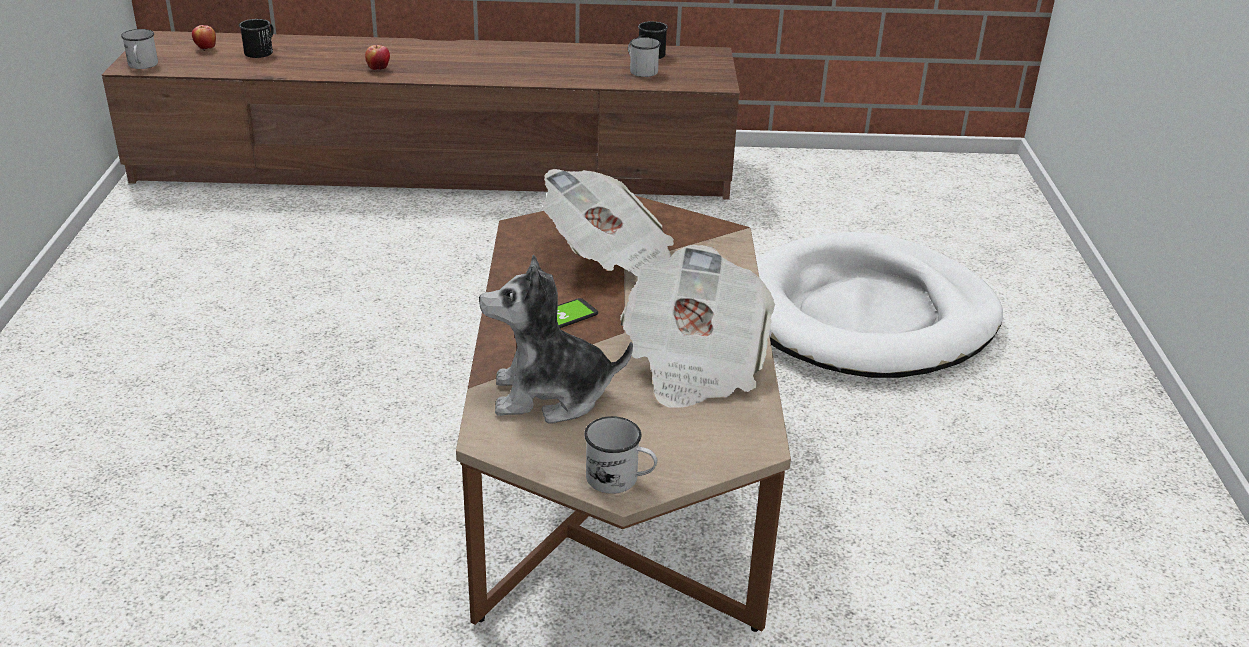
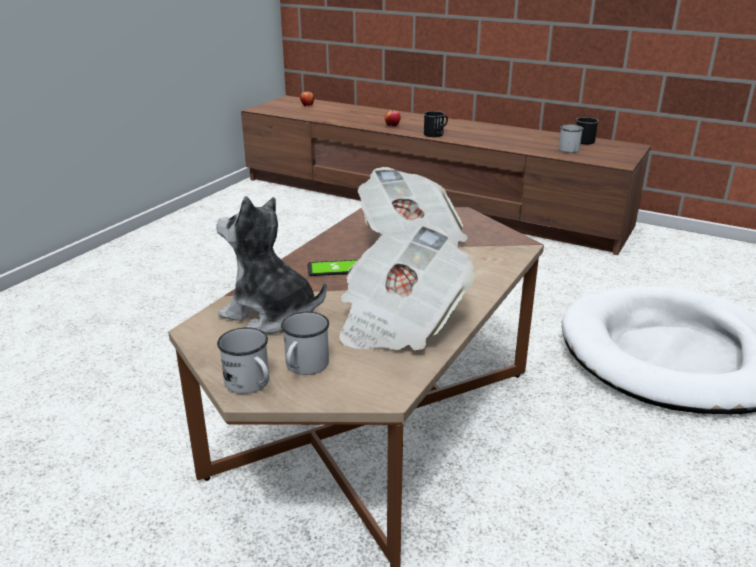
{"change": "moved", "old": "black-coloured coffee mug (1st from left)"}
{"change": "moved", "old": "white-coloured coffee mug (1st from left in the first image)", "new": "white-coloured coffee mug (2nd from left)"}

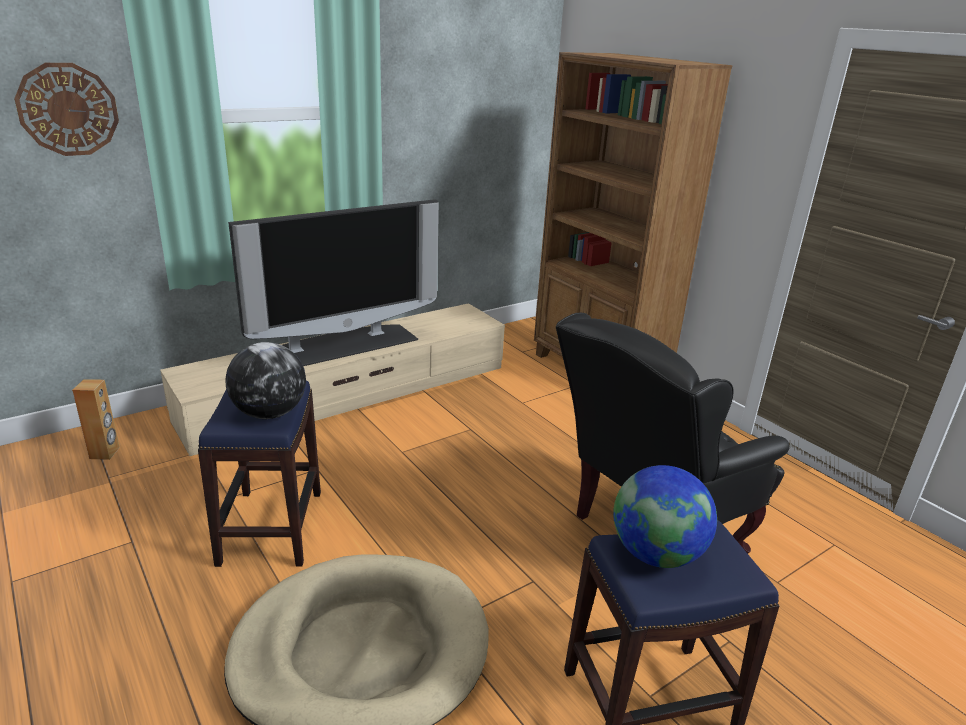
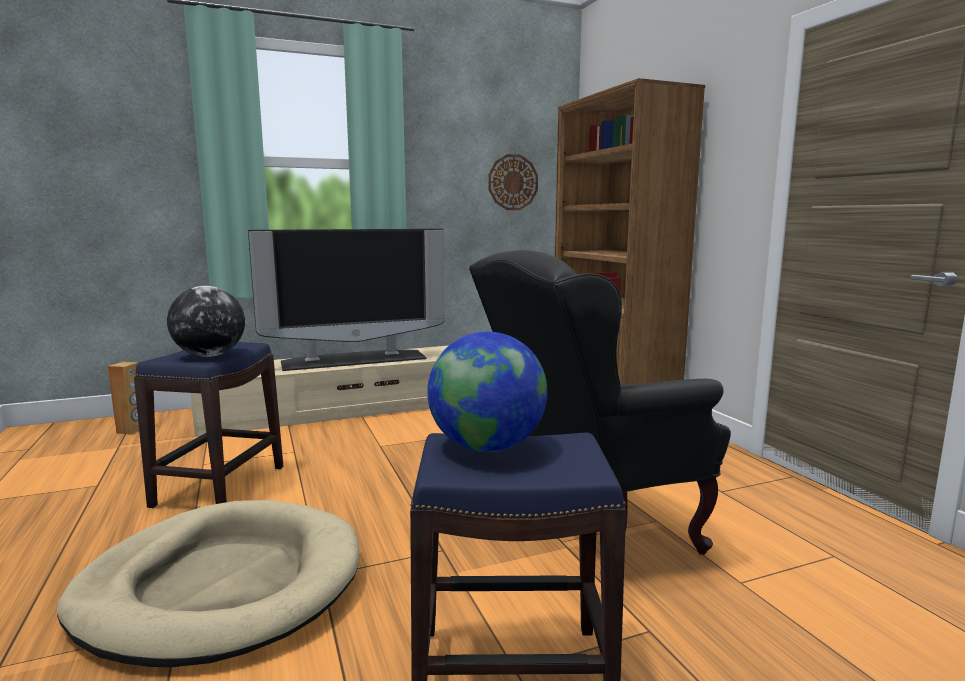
{"change": "moved", "old": "wall clock"}

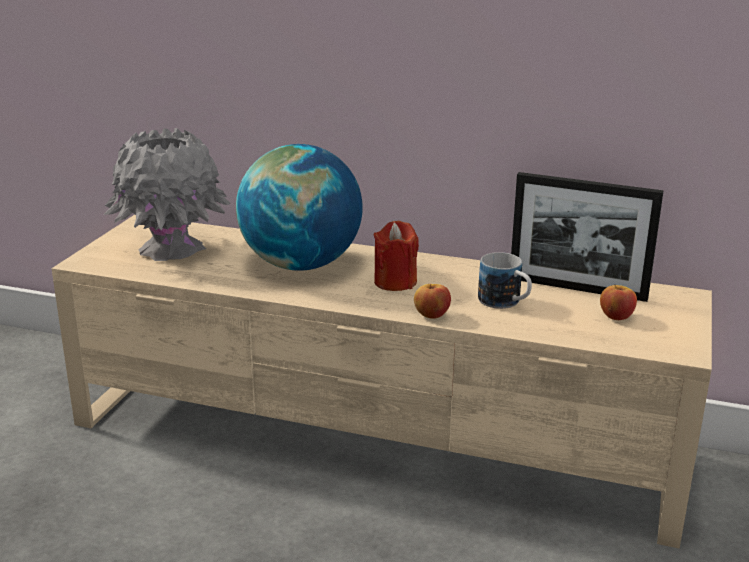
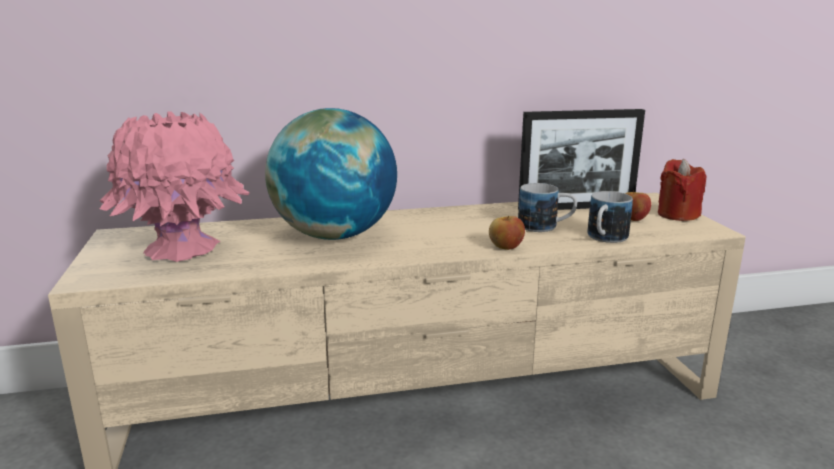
{"change": "recoloured", "old": "greyish decorative vase", "new": "pinkish decorative vase"}
{"change": "moved", "old": "reddish wax light"}
{"change": "added", "new": "coffee mug (2nd from left)"}

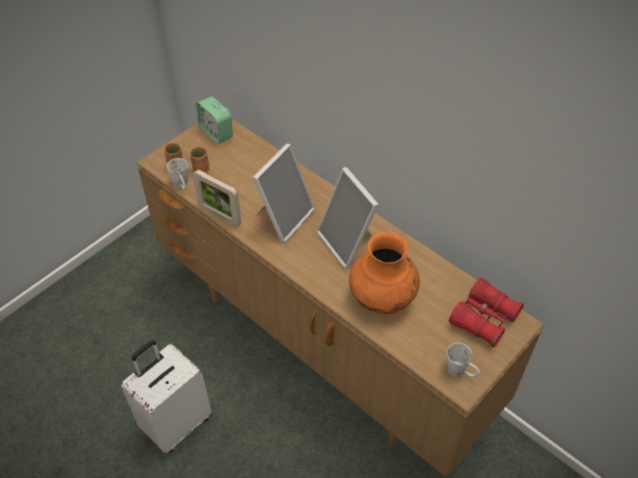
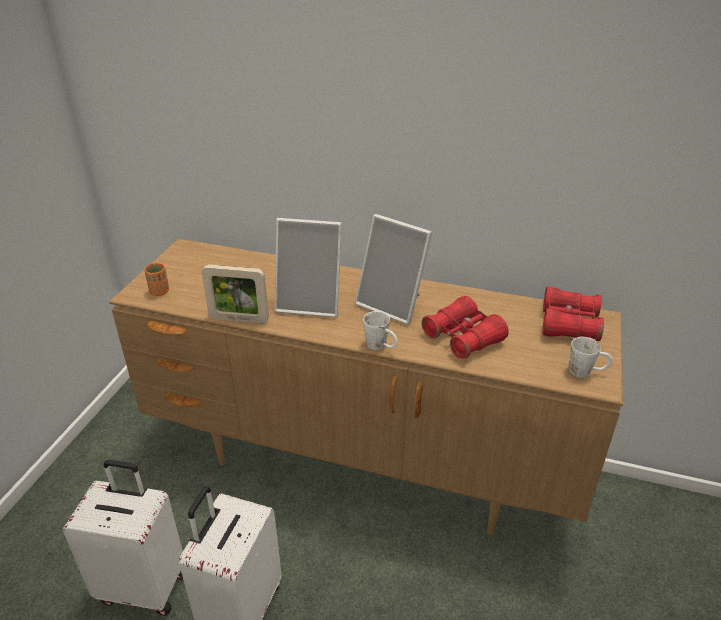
{"change": "removed", "old": "bedside clock"}
{"change": "turned", "old": "photo frame (2nd from left)", "degrees": 90}
{"change": "removed", "old": "orange-coloured small cup (2nd from left)"}
{"change": "moved", "old": "white-coloured coffee mug (1st from left)"}
{"change": "replaced", "old": "orange-coloured decorative vase", "new": "reddish field glasses (1st from left)"}
{"change": "added", "new": "white-coloured piece of luggage (1st from left)"}

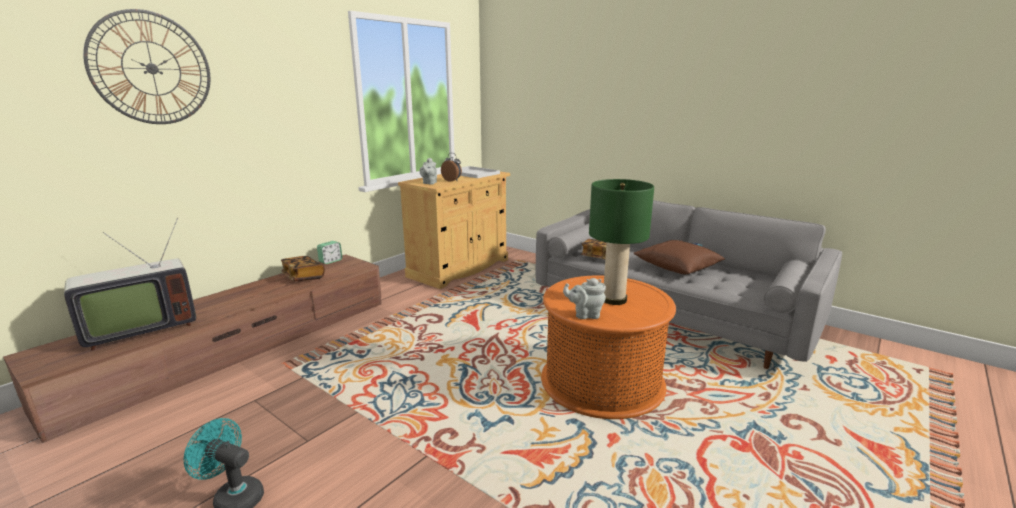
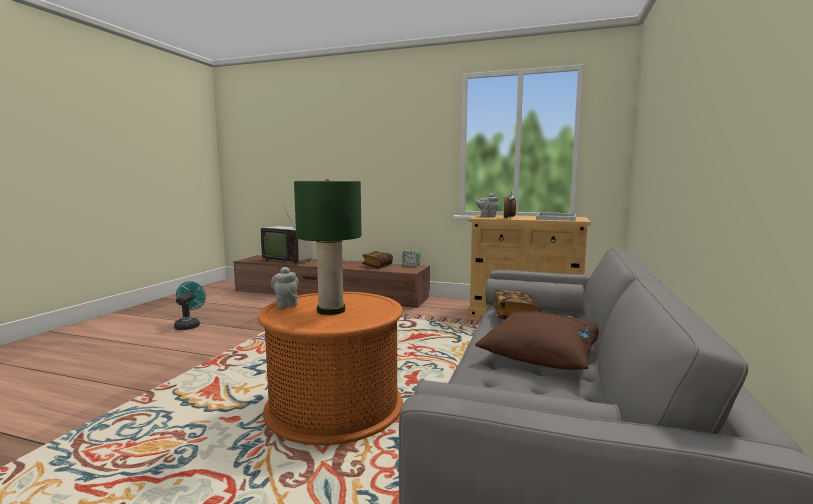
{"change": "removed", "old": "wall clock"}

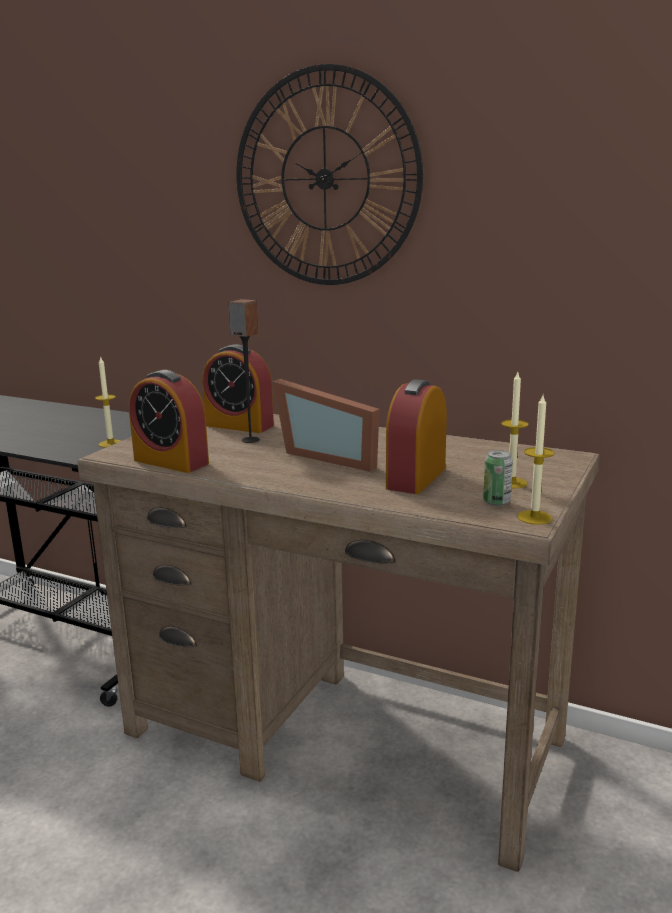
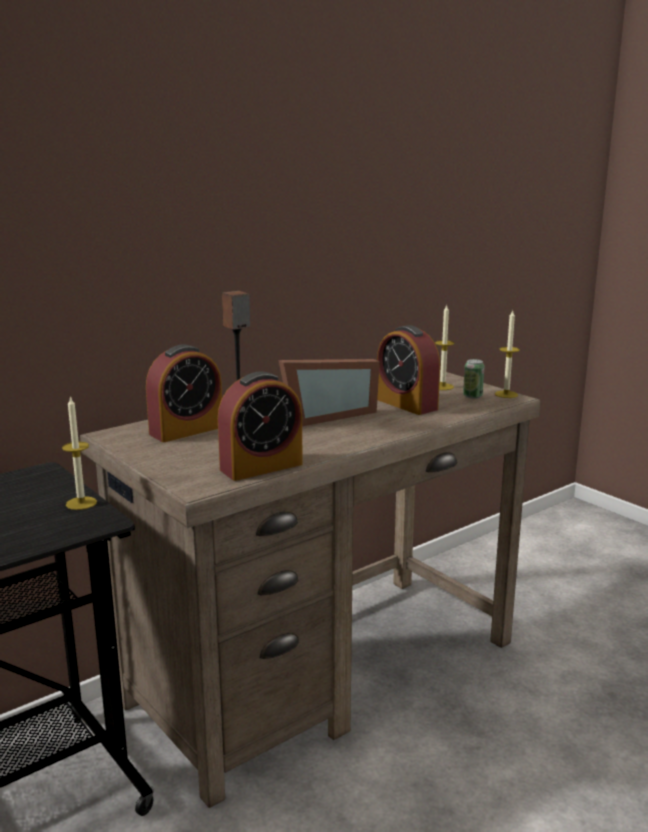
{"change": "removed", "old": "wall clock"}

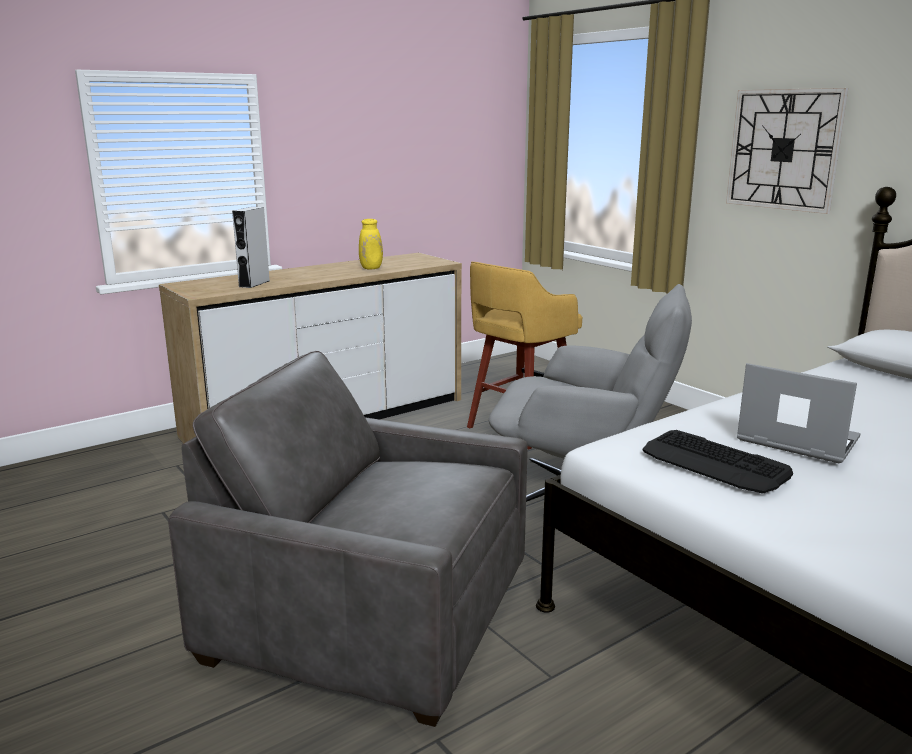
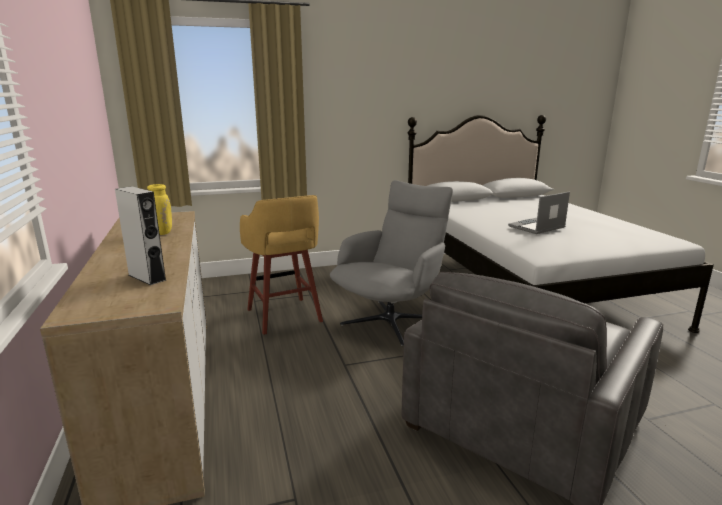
{"change": "removed", "old": "wall clock"}
{"change": "removed", "old": "PC keyboard"}

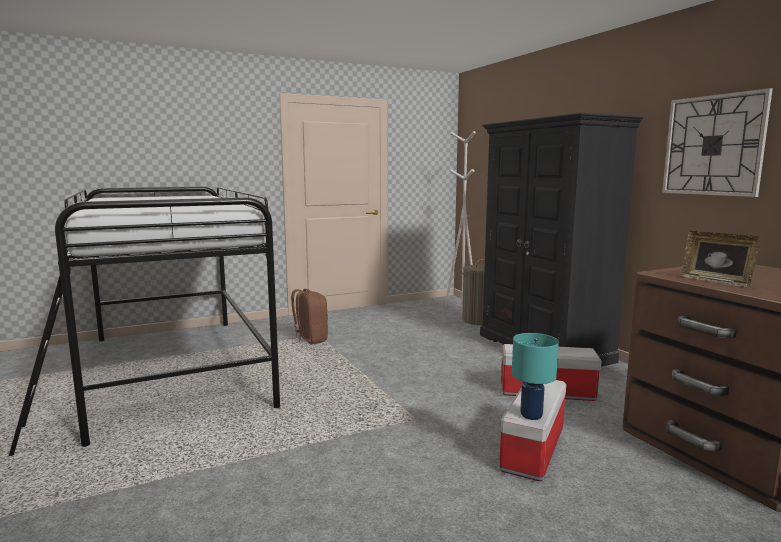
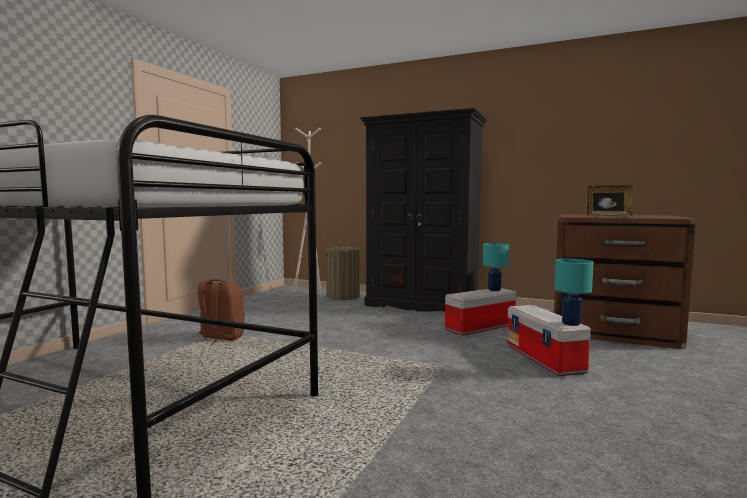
{"change": "removed", "old": "wall clock"}
{"change": "added", "new": "turquoise-coloured tabletop lamp (1st from left)"}

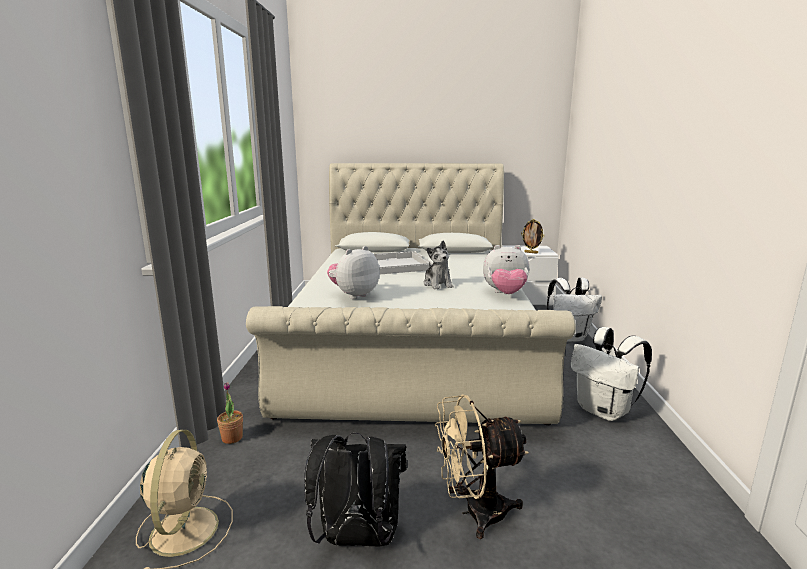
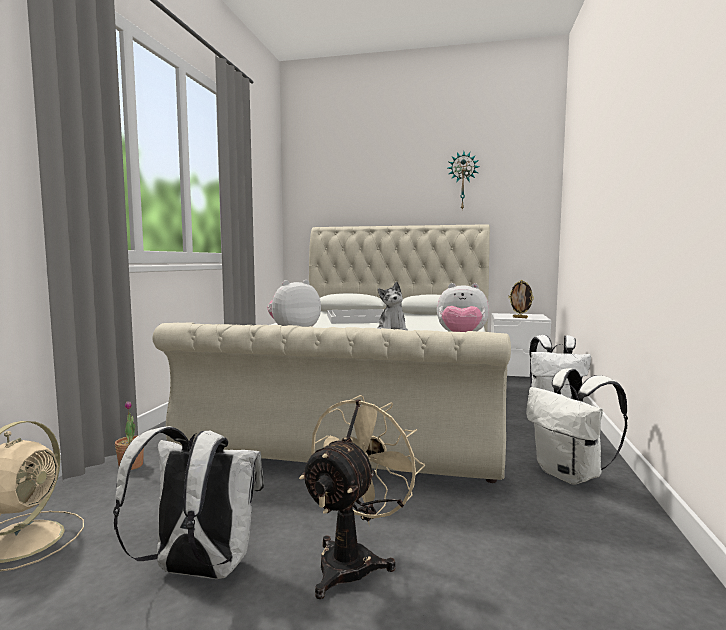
{"change": "turned", "old": "beige cooling fan (2nd from left)", "degrees": 120}
{"change": "recoloured", "old": "black-coloured knapsack", "new": "white-coloured knapsack (1st from left)"}
{"change": "added", "new": "wall clock"}

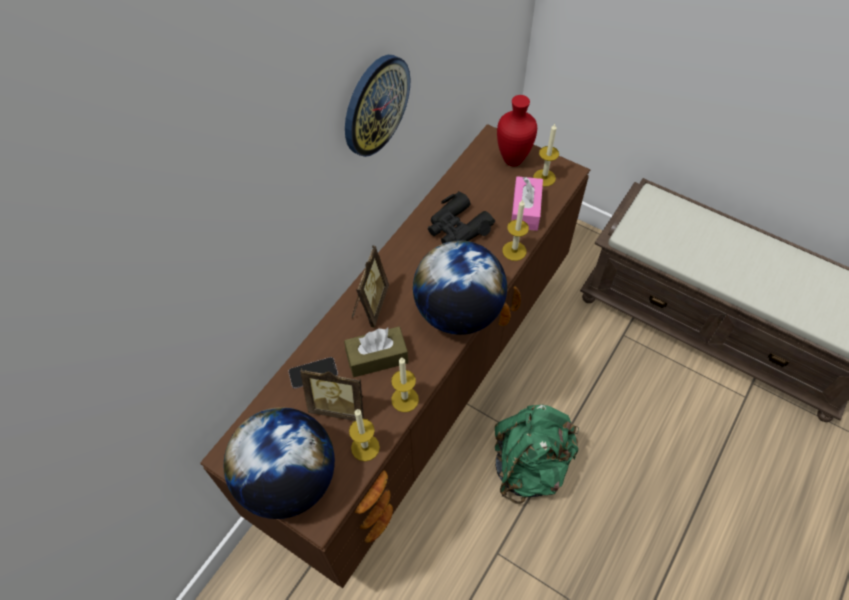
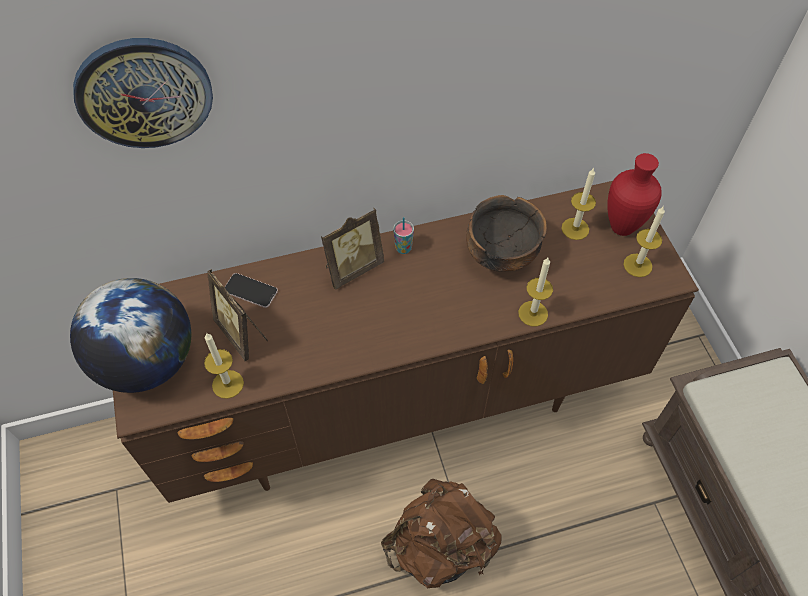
{"change": "moved", "old": "wall clock"}
{"change": "removed", "old": "pinkish tissue holder"}
{"change": "replaced", "old": "black-coloured field glasses", "new": "bowl"}
{"change": "removed", "old": "globe (2nd from left)"}
{"change": "removed", "old": "brown-coloured tissue holder"}
{"change": "moved", "old": "wax light (2nd from left in the first image)", "new": "wax light (3rd from left)"}
{"change": "recoloured", "old": "greenish knapsack", "new": "brown-coloured knapsack"}
{"change": "added", "new": "small cup"}

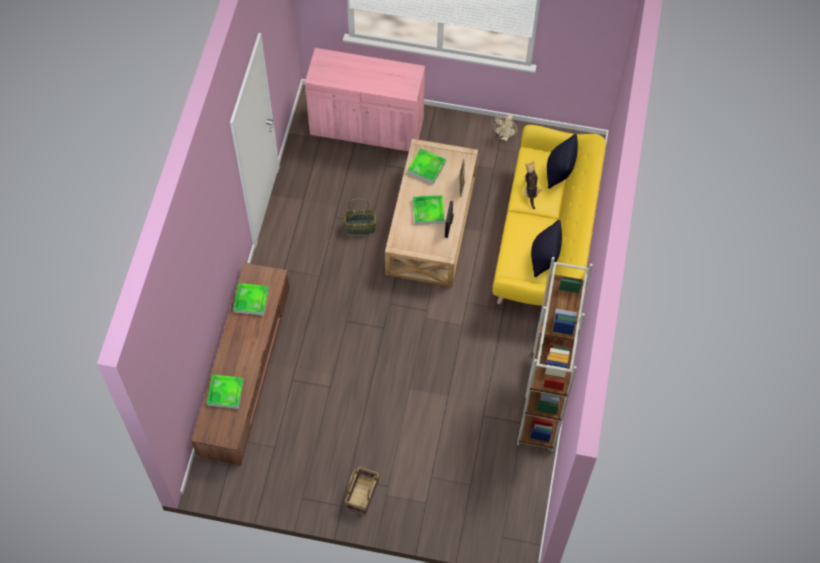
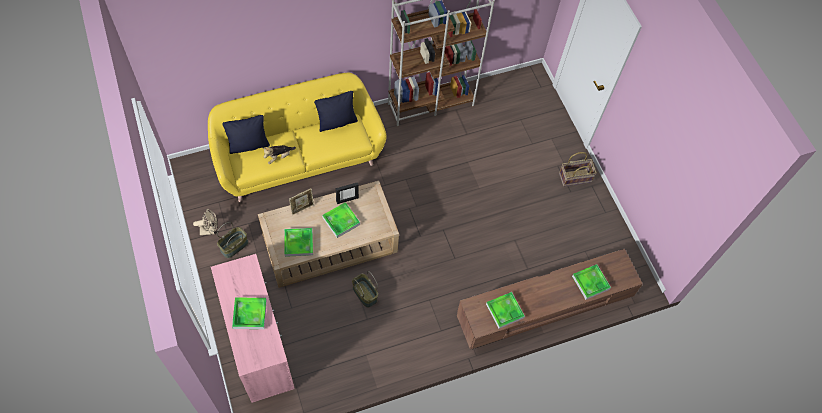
{"change": "added", "new": "storage basket (1st from left)"}
{"change": "added", "new": "tray (1st from left)"}

